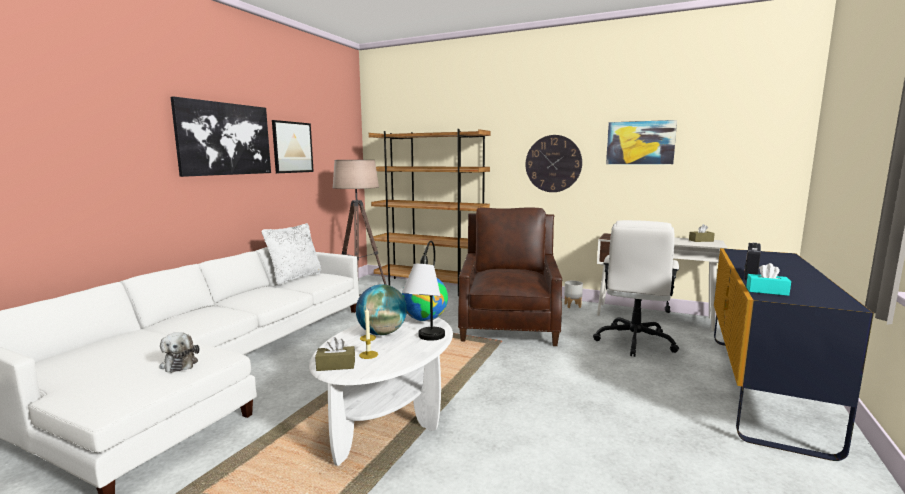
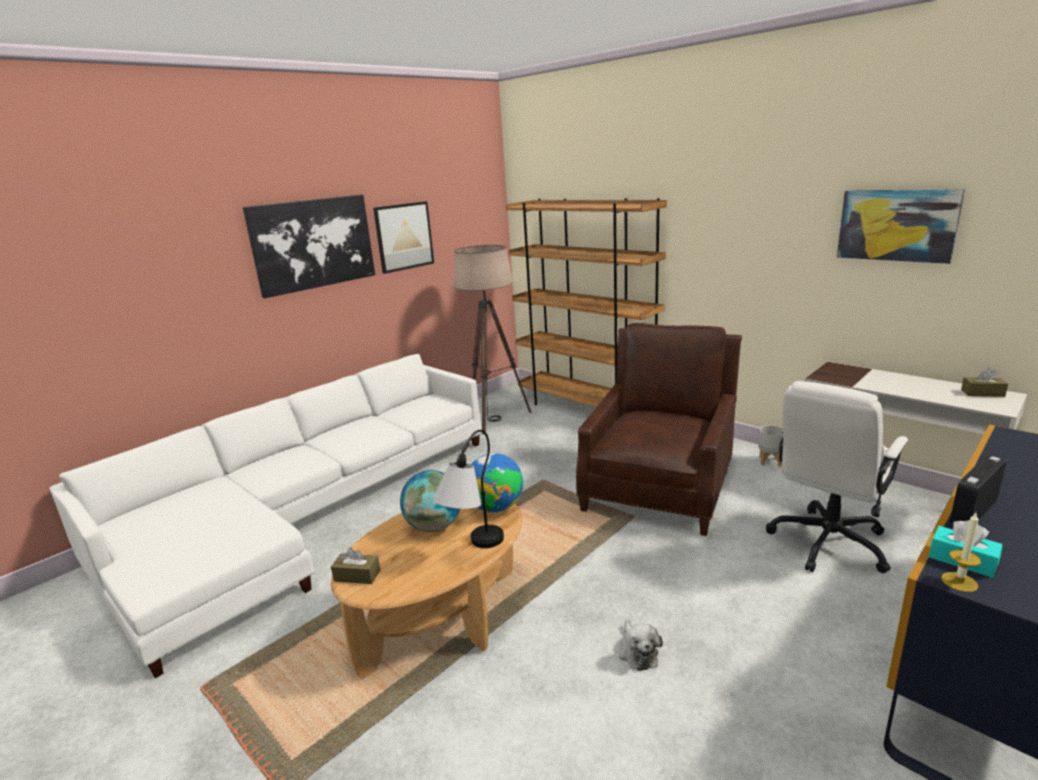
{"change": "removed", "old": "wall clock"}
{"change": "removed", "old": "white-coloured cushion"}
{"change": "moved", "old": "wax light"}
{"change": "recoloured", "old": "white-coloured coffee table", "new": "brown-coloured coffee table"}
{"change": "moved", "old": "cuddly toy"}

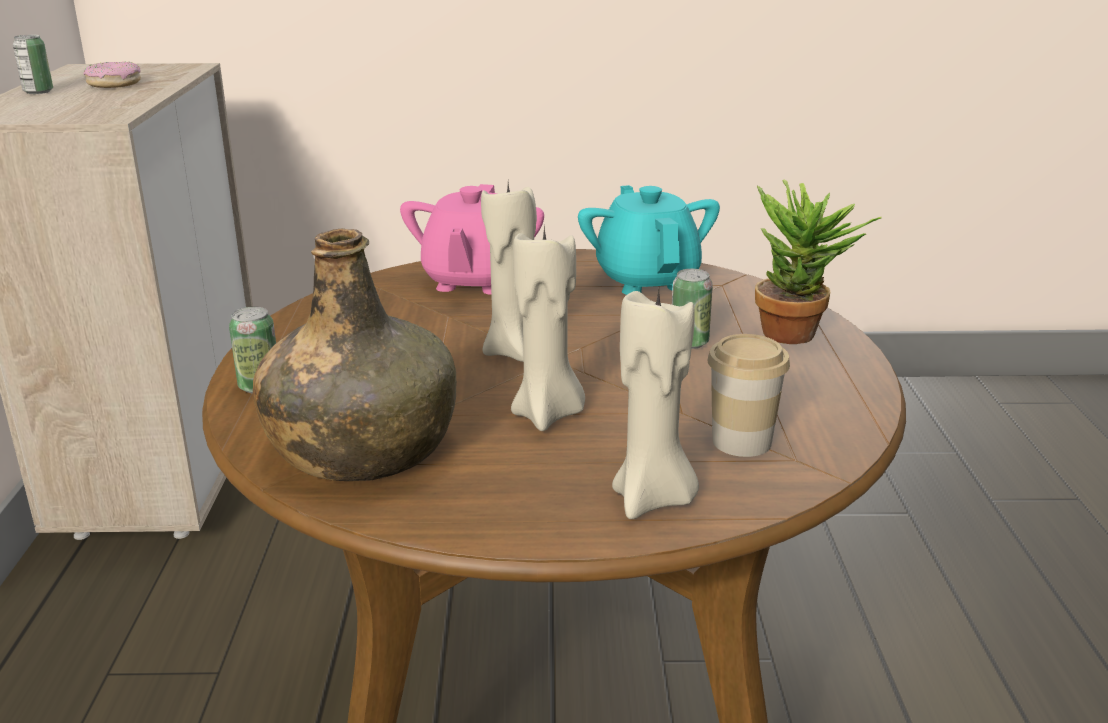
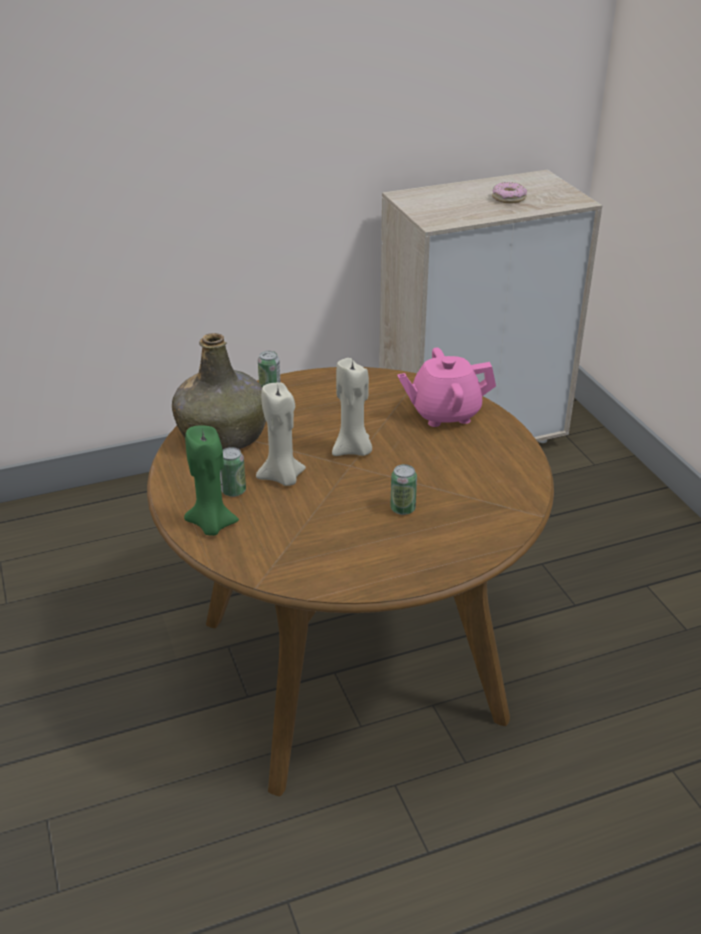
{"change": "moved", "old": "metal can (1st from left)"}
{"change": "removed", "old": "plant in a pot"}
{"change": "removed", "old": "turquoise-coloured teapot"}
{"change": "recoloured", "old": "beige wax light (3rd from left)", "new": "greenish wax light"}
{"change": "removed", "old": "small cup"}

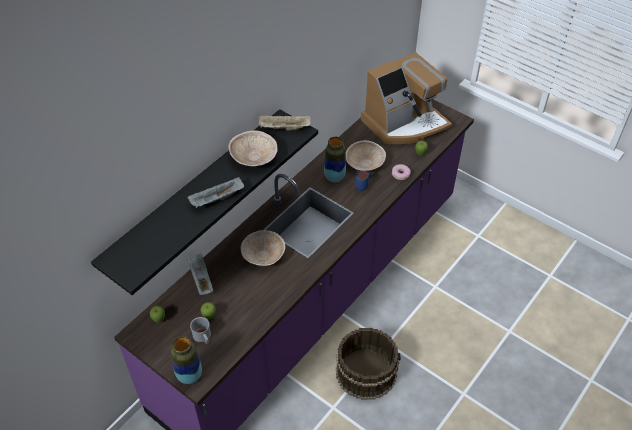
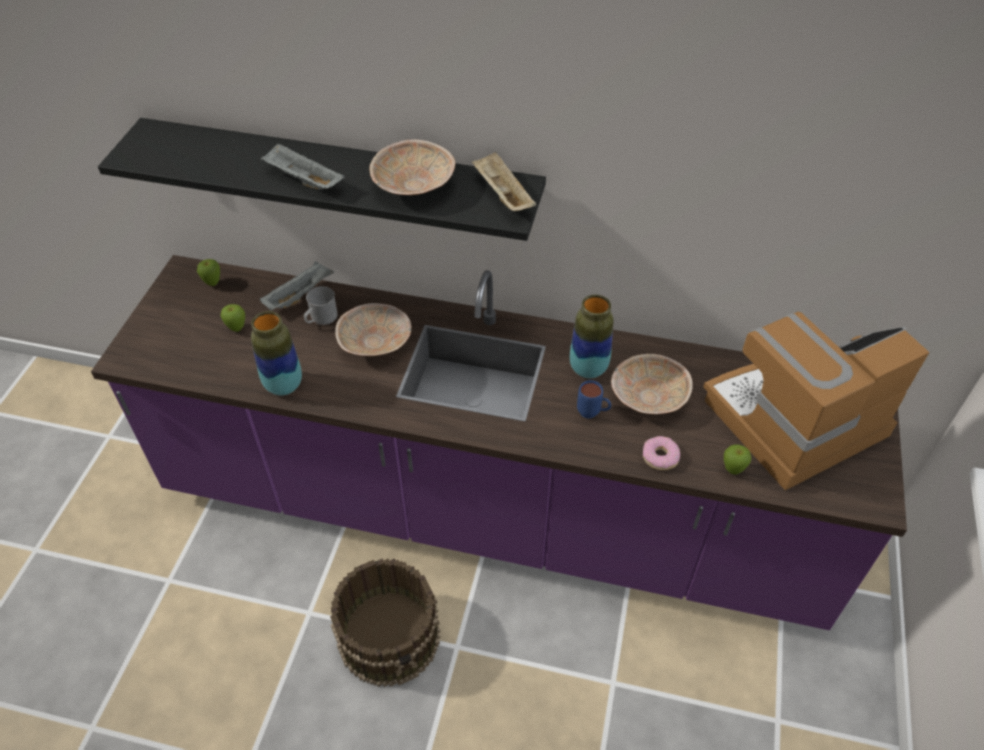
{"change": "turned", "old": "coffee maker", "degrees": 120}
{"change": "moved", "old": "greyish coffee mug"}
{"change": "moved", "old": "decorative vase (1st from left)"}

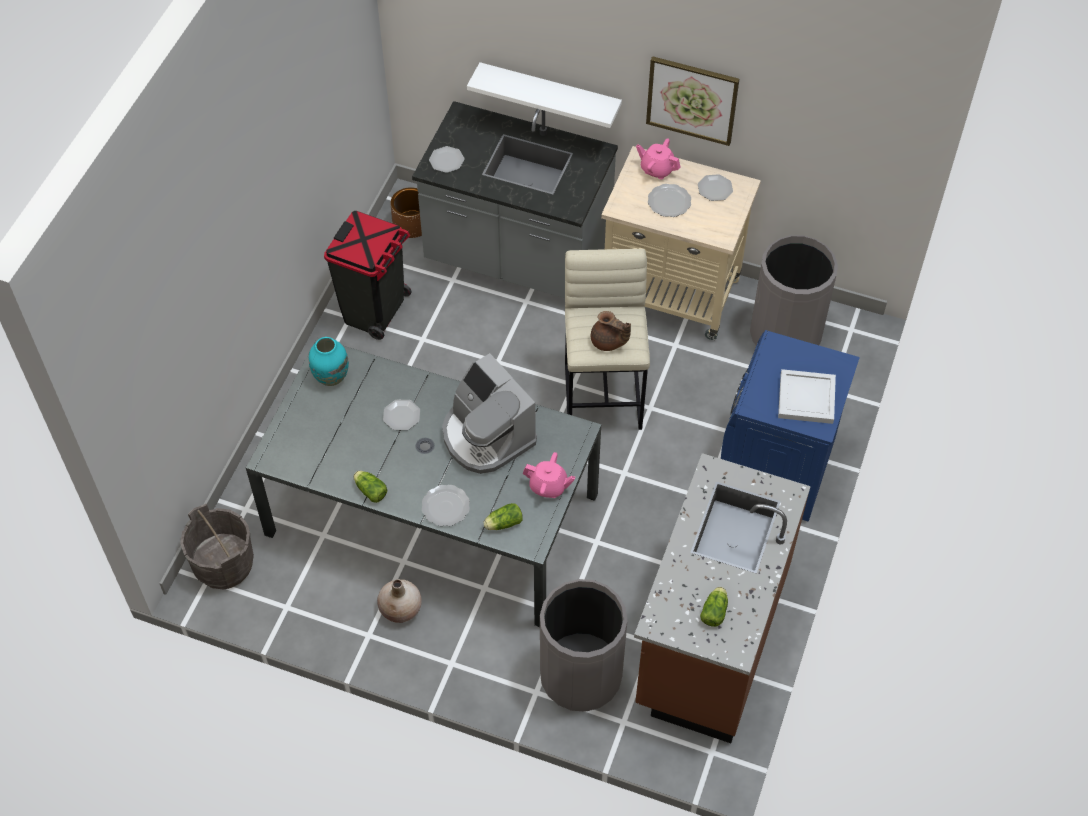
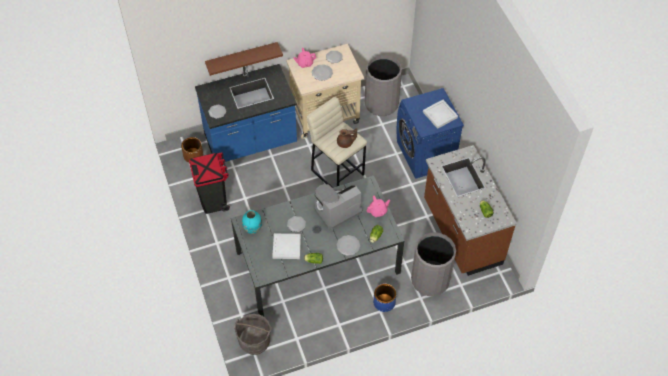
{"change": "removed", "old": "wall art"}
{"change": "recoloured", "old": "white-coloured wall shelf", "new": "brown-coloured wall shelf"}
{"change": "recoloured", "old": "greyish kitchen counter", "new": "blue kitchen counter"}
{"change": "turned", "old": "coffee maker", "degrees": 135}
{"change": "removed", "old": "beige decorative vase"}
{"change": "added", "new": "white-coloured tray (1st from left)"}
{"change": "added", "new": "blue plant pot"}

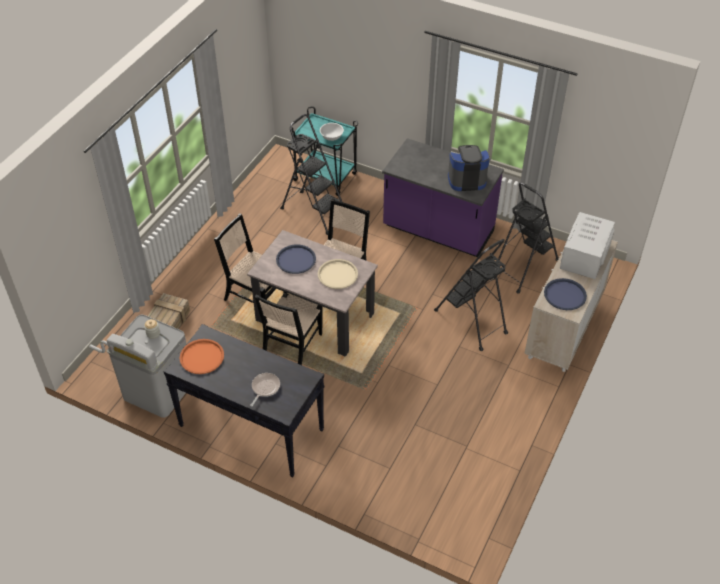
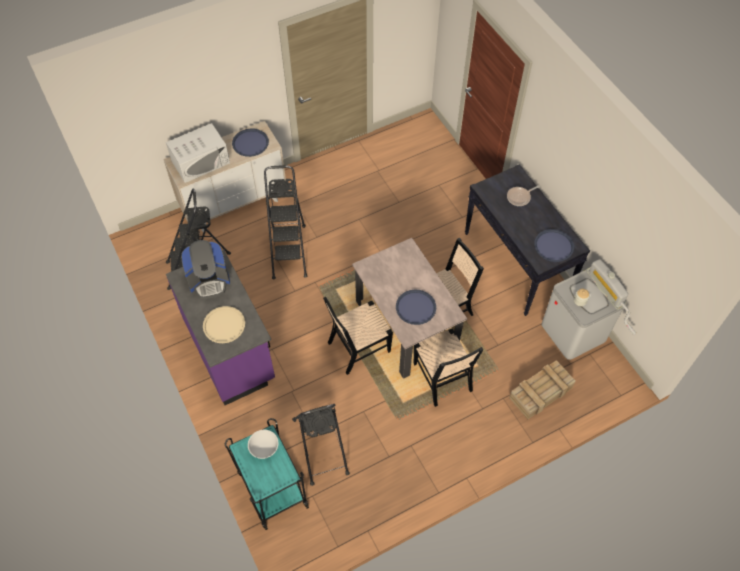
{"change": "turned", "old": "coffee maker", "degrees": -45}
{"change": "moved", "old": "beige tray"}
{"change": "recoloured", "old": "orange-coloured tray", "new": "blue tray (3rd from left)"}

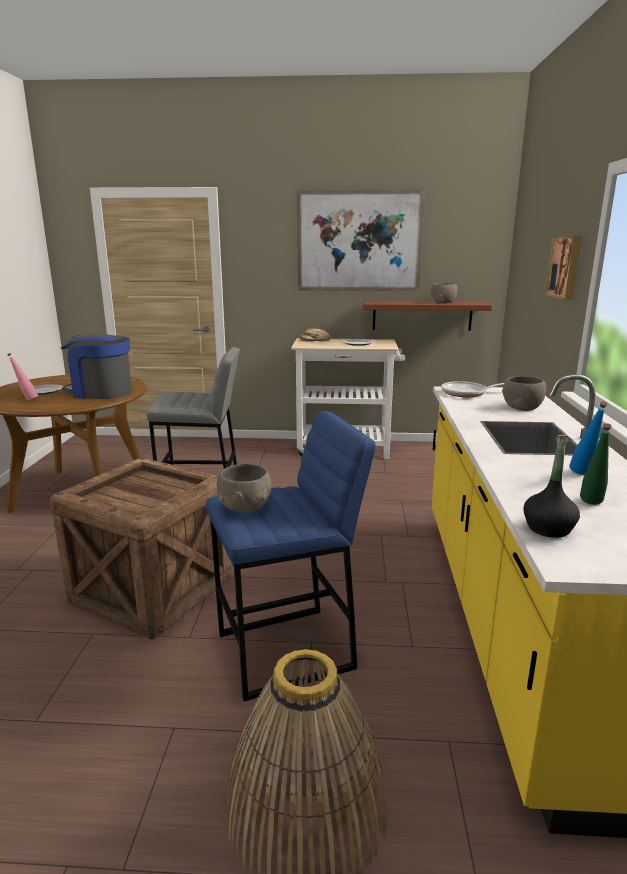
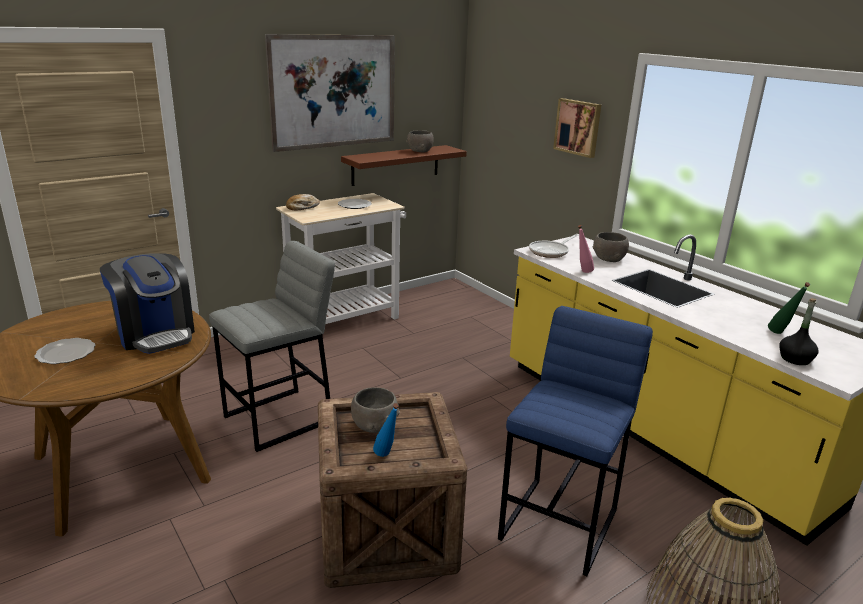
{"change": "turned", "old": "coffee maker", "degrees": -105}
{"change": "moved", "old": "pinkish beverage bottle"}
{"change": "moved", "old": "blue beverage bottle"}
{"change": "moved", "old": "greyish bowl (1st from left)"}

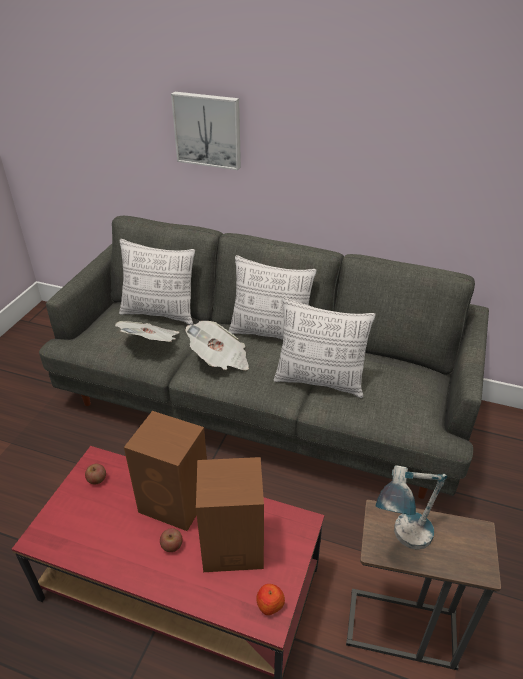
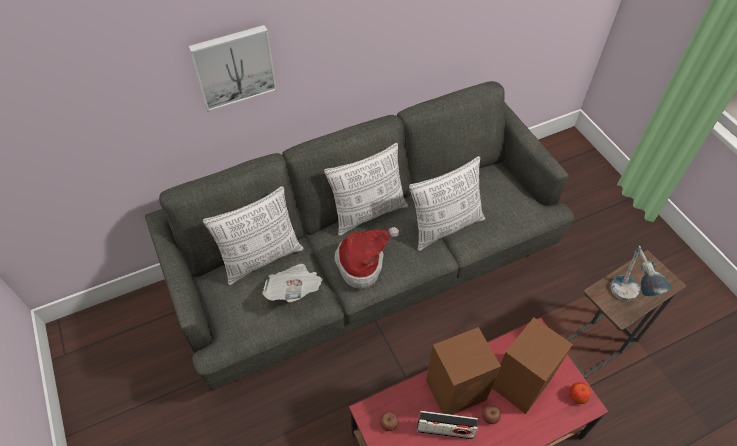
{"change": "replaced", "old": "printed paper (2nd from left)", "new": "clothing hat"}
{"change": "added", "new": "radio receiver"}

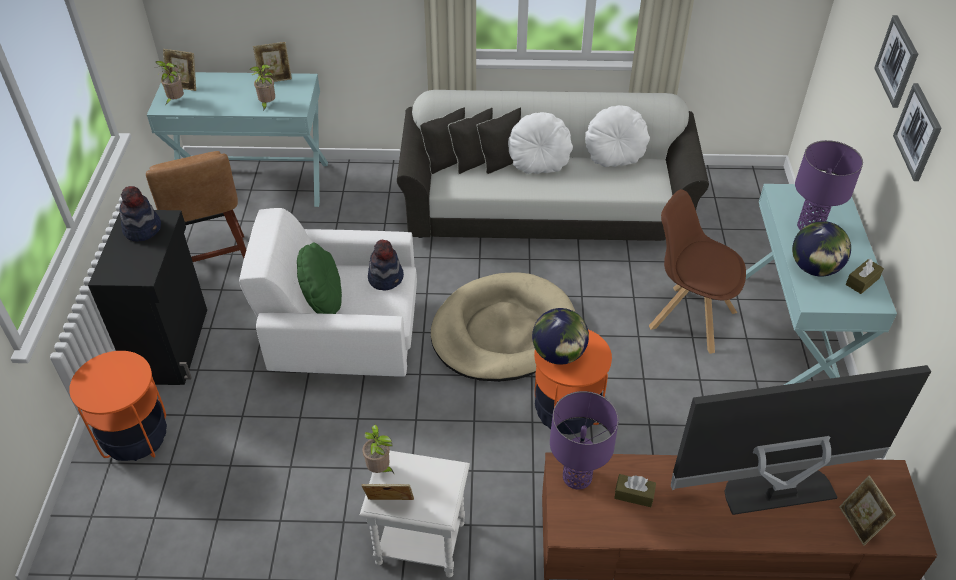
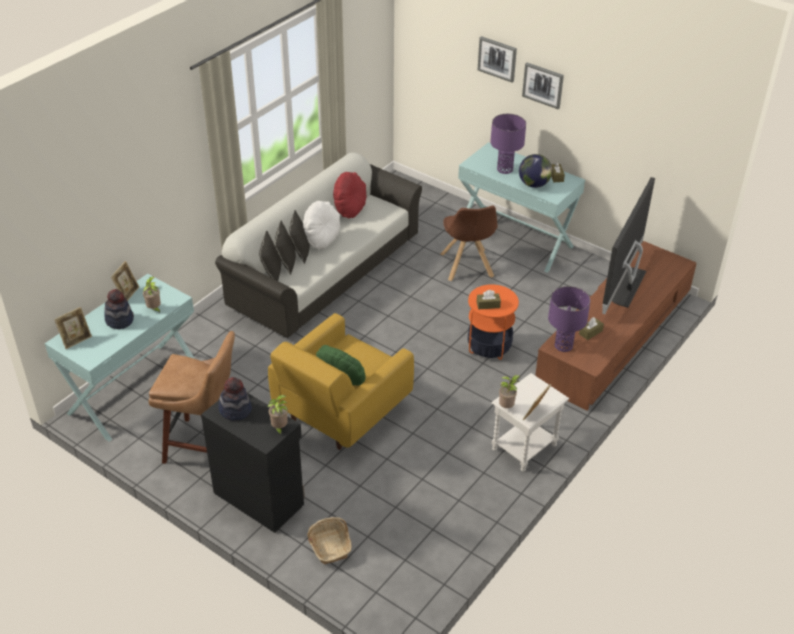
{"change": "moved", "old": "plant in a pot (1st from left in the first image)", "new": "plant in a pot (2nd from left)"}
{"change": "recoloured", "old": "white-coloured cushion (2nd from left)", "new": "reddish cushion"}
{"change": "turned", "old": "brown-coloured upright chair", "degrees": -75}
{"change": "recoloured", "old": "white-coloured lounge chair", "new": "yellowish lounge chair"}
{"change": "moved", "old": "clothing hat (2nd from left in the first image)", "new": "clothing hat (1st from left)"}
{"change": "removed", "old": "beige dog cushion"}
{"change": "replaced", "old": "globe (1st from left)", "new": "brown-coloured tissue holder (1st from left)"}
{"change": "replaced", "old": "orange-coloured end table (1st from left)", "new": "storage basket"}
{"change": "removed", "old": "photo frame (4th from left)"}

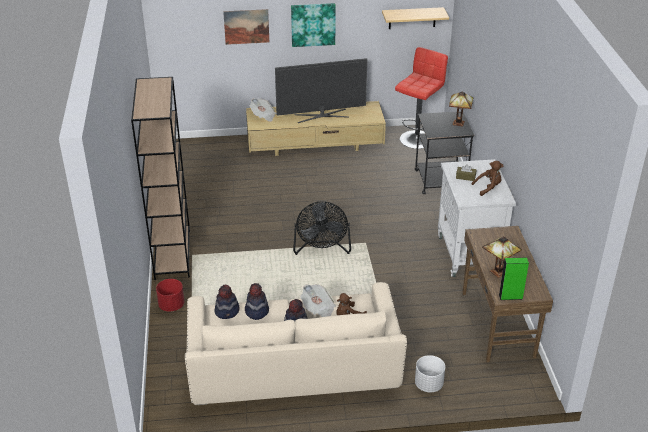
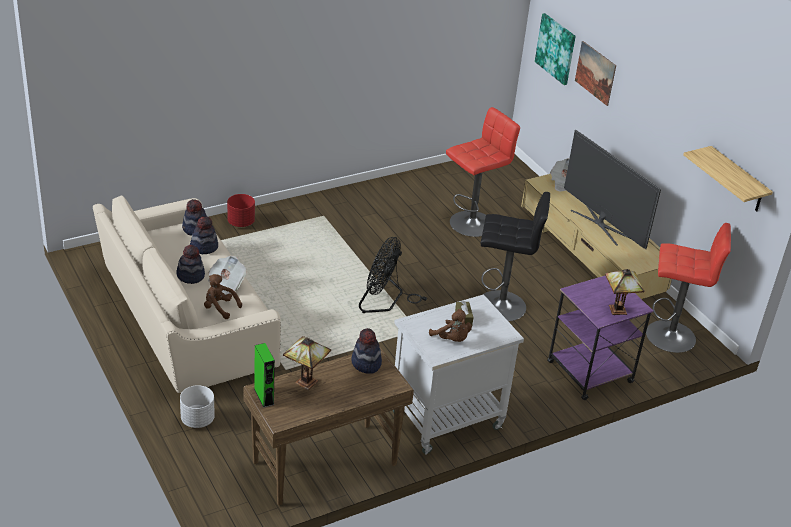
{"change": "moved", "old": "wall art (2nd from left in the first image)", "new": "wall art (1st from left)"}
{"change": "removed", "old": "beige bookshelf"}
{"change": "recoloured", "old": "black-coloured trolley", "new": "purple trolley"}
{"change": "turned", "old": "black-coloured cooling fan", "degrees": 45}
{"change": "added", "new": "reddish stool seat (1st from left)"}
{"change": "added", "new": "black-coloured stool seat"}
{"change": "added", "new": "clothing hat (4th from left)"}

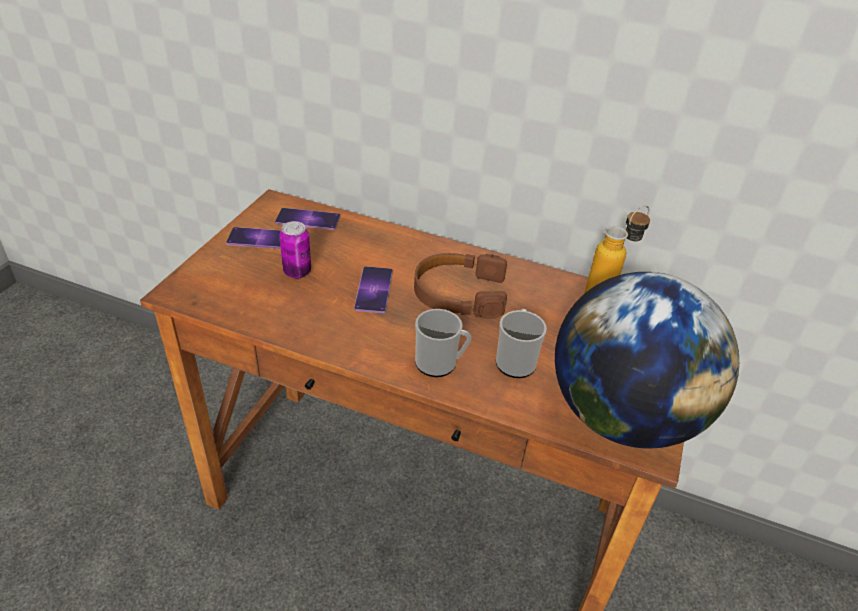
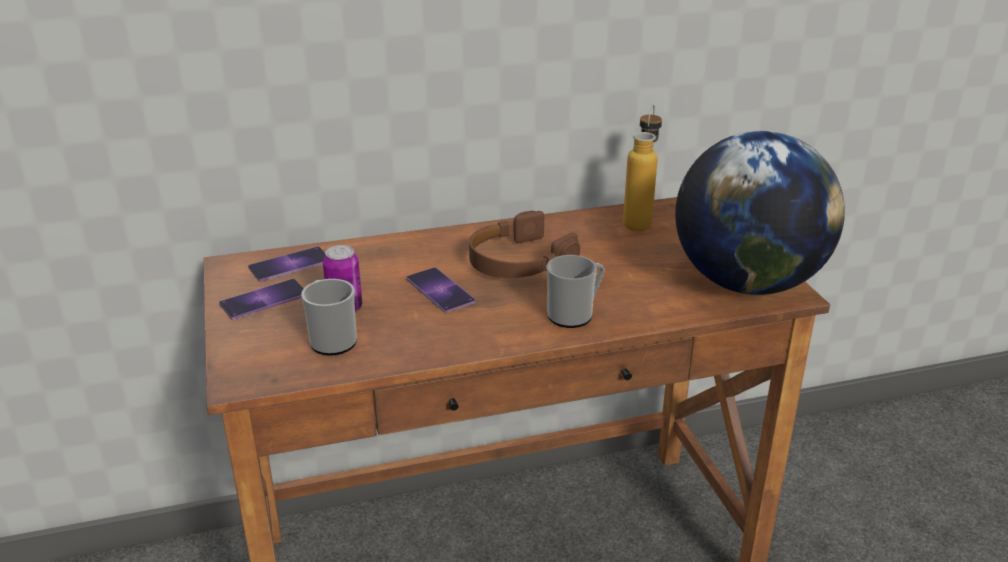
{"change": "moved", "old": "coffee mug (2nd from left in the first image)", "new": "coffee mug (1st from left)"}

